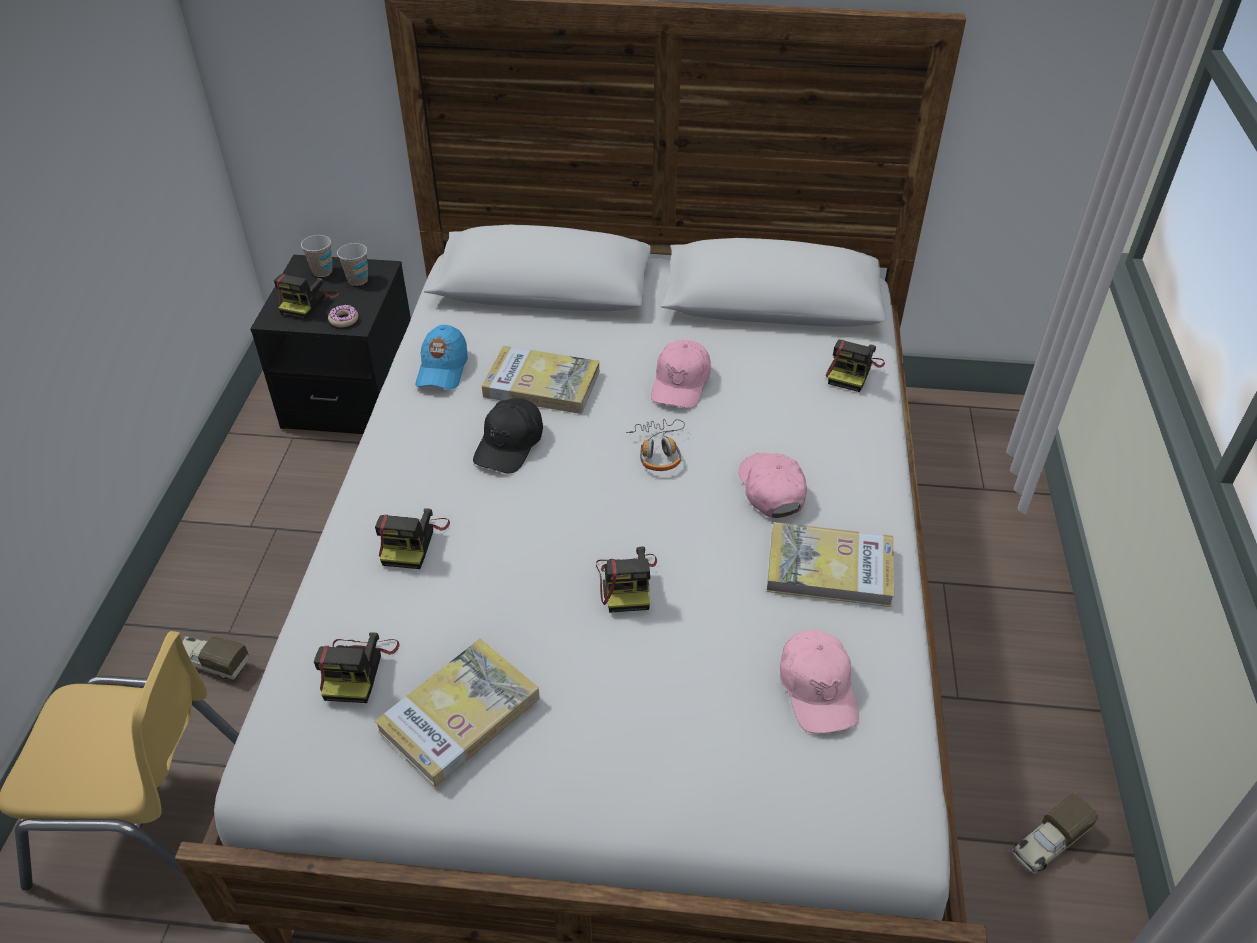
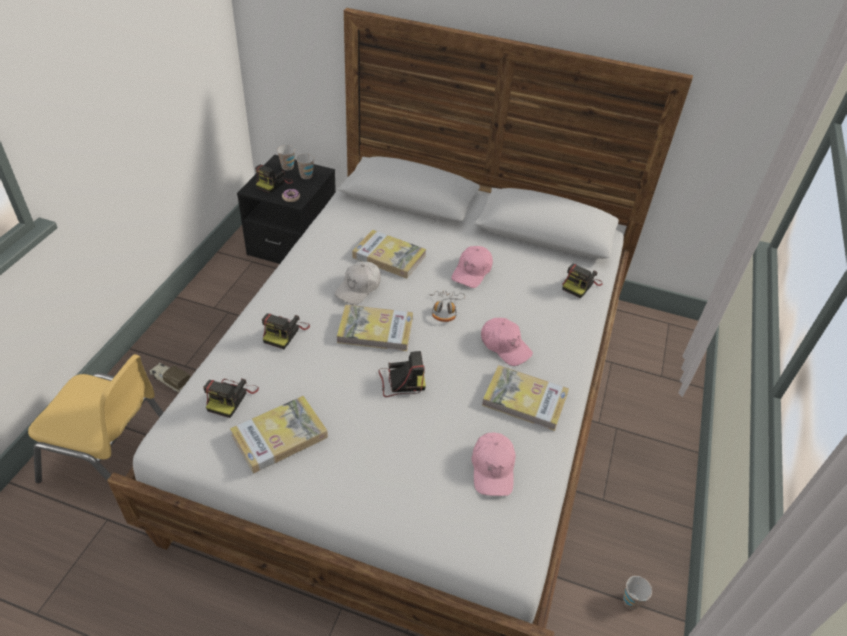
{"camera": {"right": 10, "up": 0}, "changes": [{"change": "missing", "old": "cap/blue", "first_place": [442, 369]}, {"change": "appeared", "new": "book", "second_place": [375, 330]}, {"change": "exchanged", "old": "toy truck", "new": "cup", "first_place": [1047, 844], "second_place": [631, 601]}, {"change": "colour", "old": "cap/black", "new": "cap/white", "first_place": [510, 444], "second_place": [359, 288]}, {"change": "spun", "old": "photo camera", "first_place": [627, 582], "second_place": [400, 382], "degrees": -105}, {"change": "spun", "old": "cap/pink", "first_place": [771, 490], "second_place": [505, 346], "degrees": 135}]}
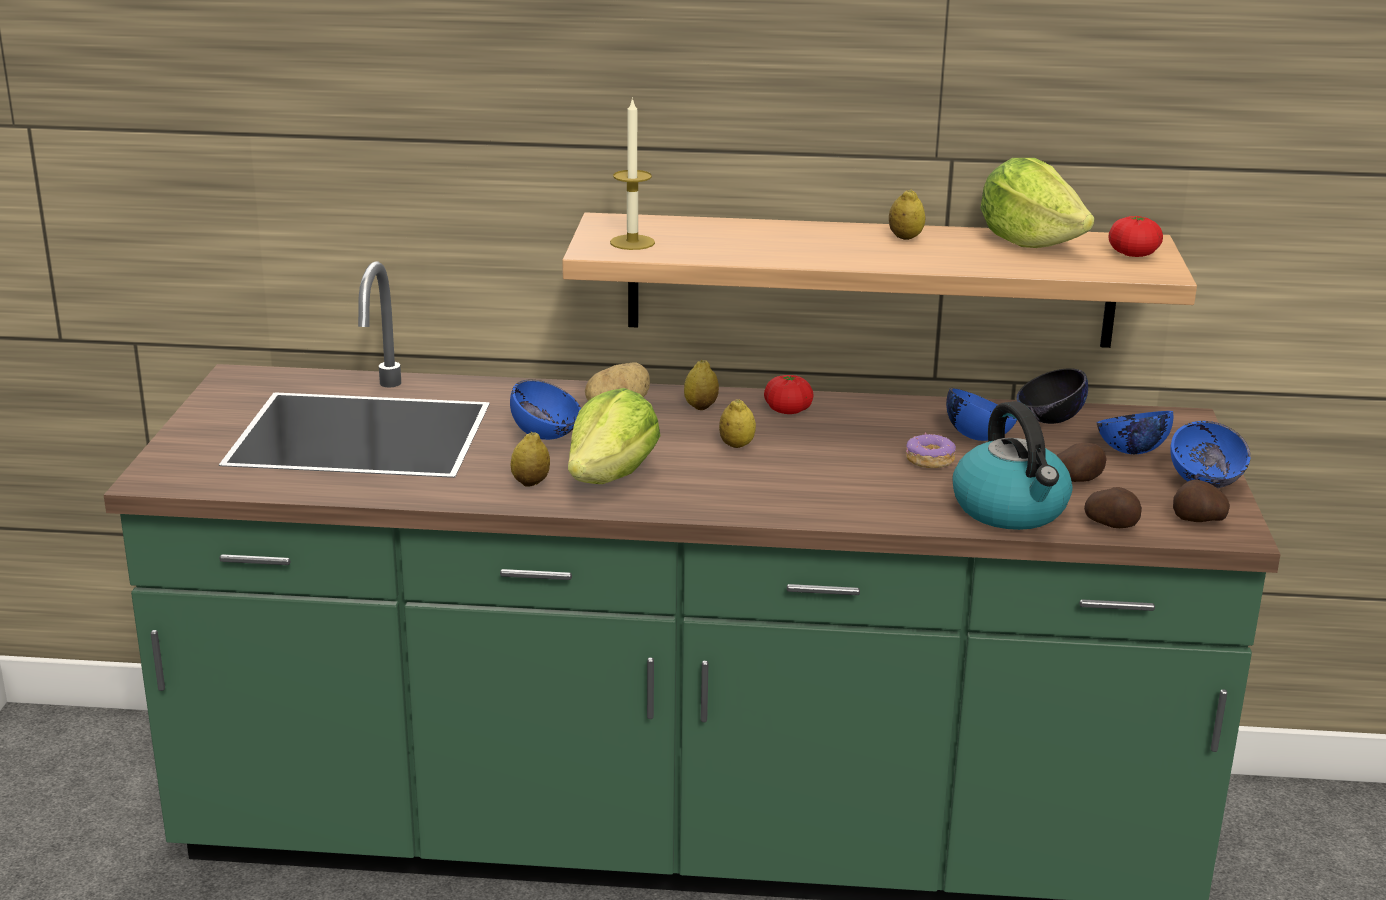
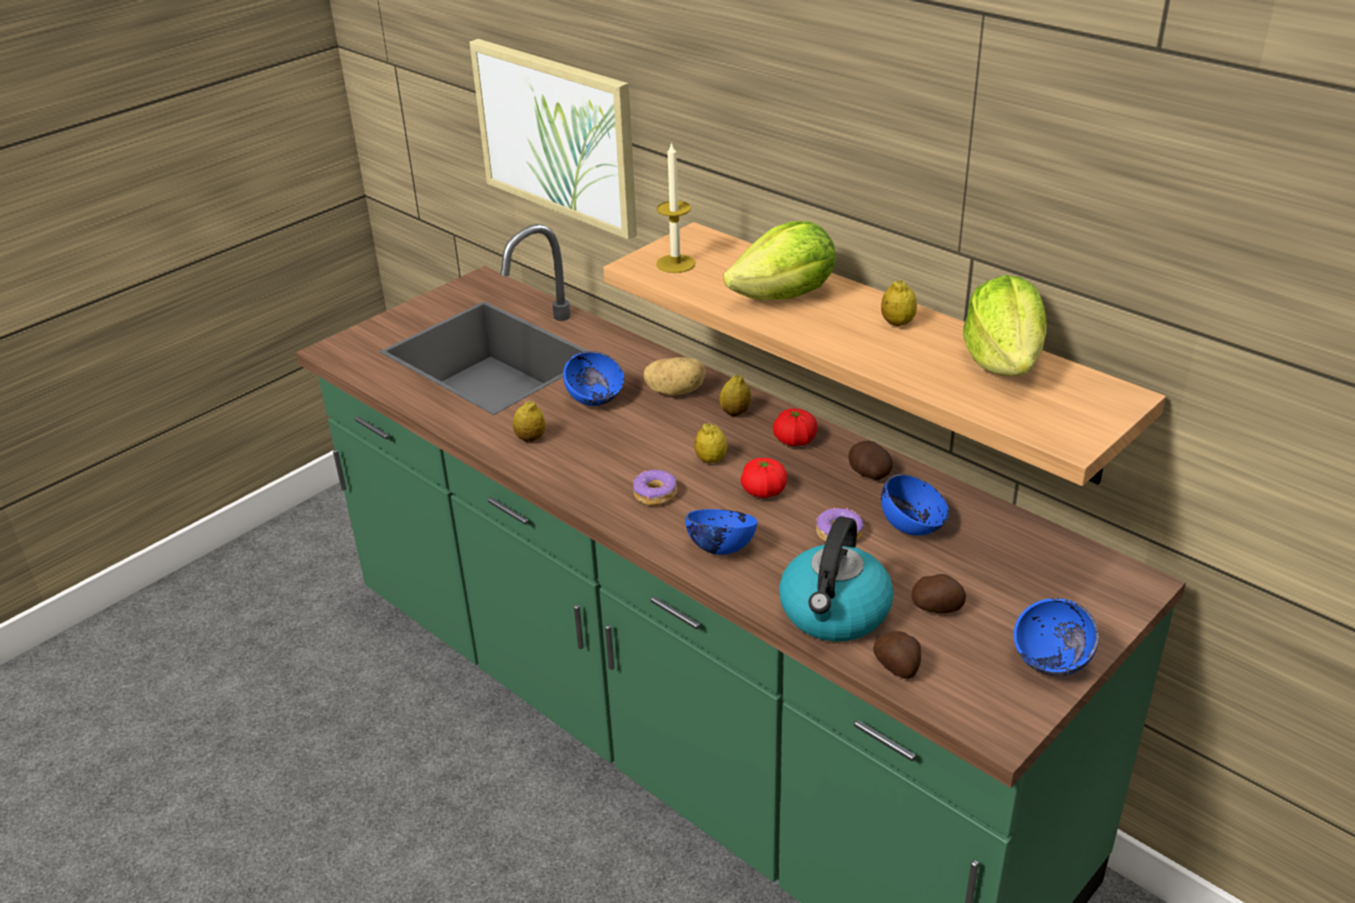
{"camera": {"right": 40, "up": 10}, "changes": [{"change": "missing", "old": "bowl/black", "first_place": [1049, 420]}, {"change": "appeared", "new": "picture", "second_place": [557, 135]}, {"change": "appeared", "new": "donut", "second_place": [655, 494]}, {"change": "relocated", "old": "lettuce", "first_place": [612, 476], "second_place": [785, 297]}, {"change": "relocated", "old": "bowl/blue", "first_place": [1131, 451], "second_place": [721, 547]}, {"change": "relocated", "old": "tomato", "first_place": [1133, 254], "second_place": [763, 491]}, {"change": "relocated", "old": "potato", "first_place": [1198, 520], "second_place": [868, 474]}]}
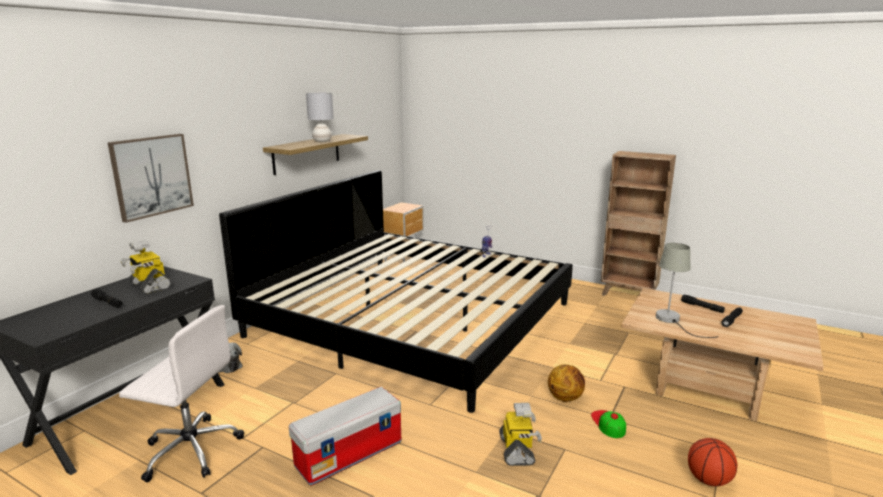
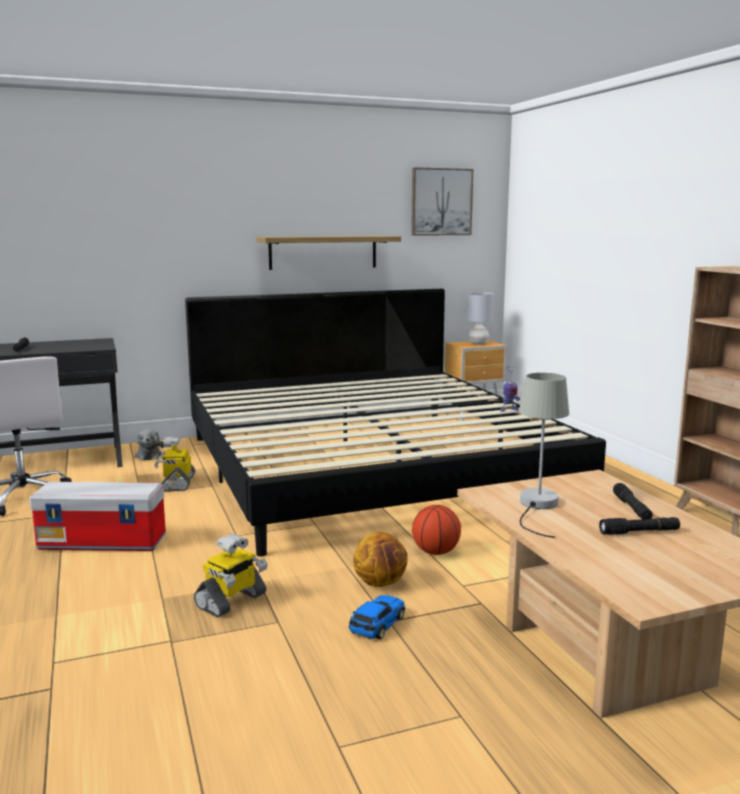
{"camera": {"right": 40, "up": -5}, "changes": [{"change": "relocated", "old": "picture", "first_place": [152, 176], "second_place": [441, 202]}, {"change": "relocated", "old": "toy robot", "first_place": [149, 286], "second_place": [177, 483]}, {"change": "relocated", "old": "table lamp/grey", "first_place": [322, 141], "second_place": [478, 343]}, {"change": "relocated", "old": "basketball", "first_place": [708, 480], "second_place": [436, 552]}, {"change": "exchanged", "old": "cap", "new": "toy car", "first_place": [608, 423], "second_place": [376, 624]}]}
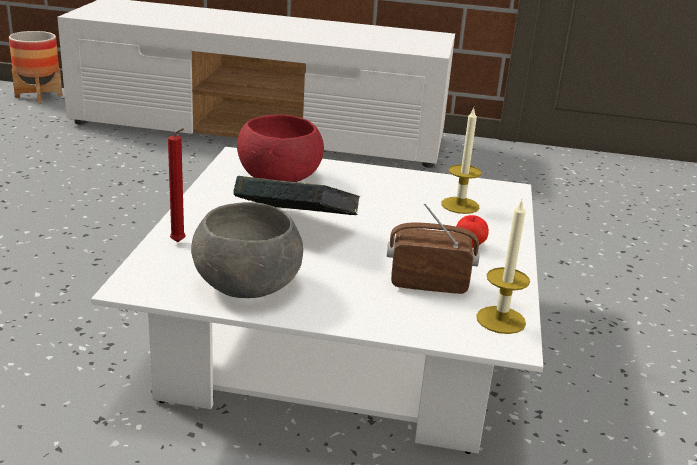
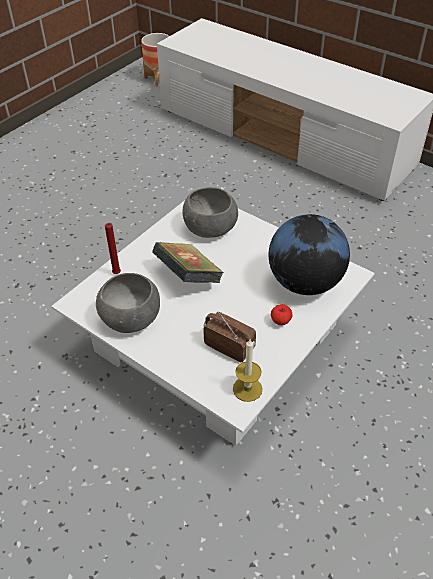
{"camera": {"right": 30, "up": 20}, "changes": [{"change": "exchanged", "old": "candle", "new": "globe", "first_place": [460, 205], "second_place": [305, 282]}, {"change": "colour", "old": "bowl/red", "new": "bowl/grey", "first_place": [279, 177], "second_place": [210, 228]}]}
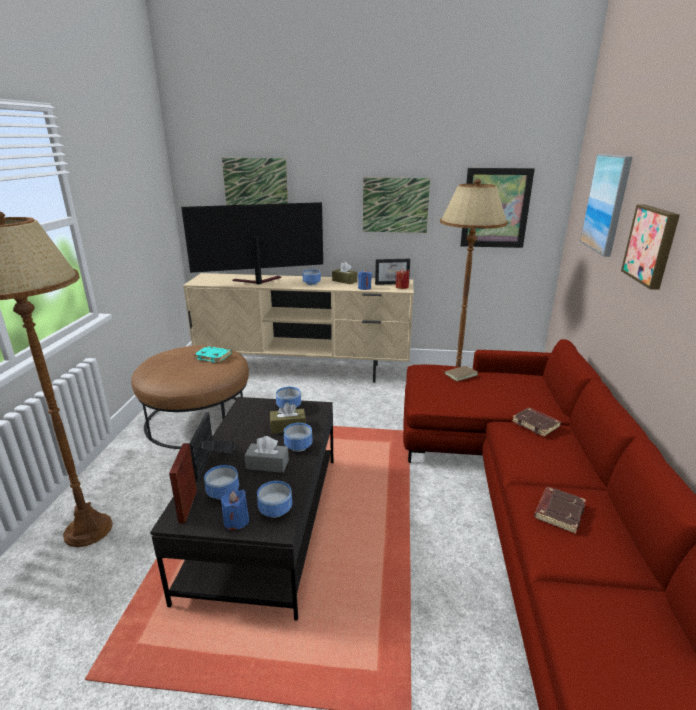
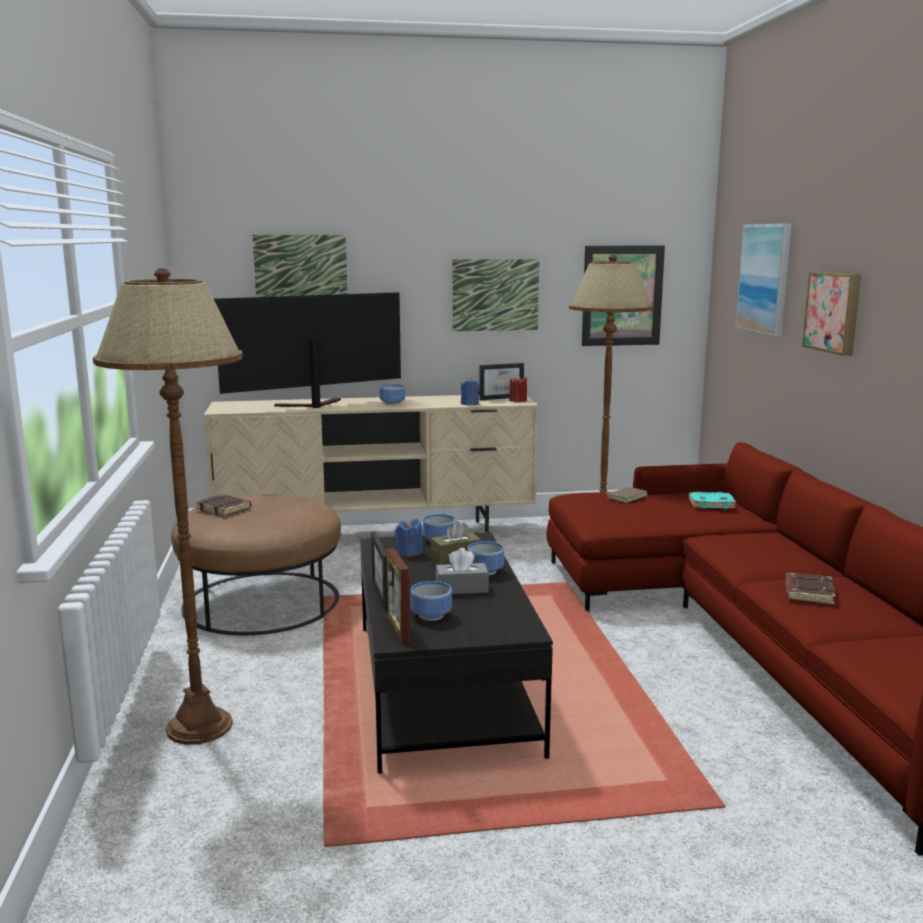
{"camera": {"right": -15, "up": -10}, "changes": [{"change": "missing", "old": "bowl", "first_place": [277, 511]}, {"change": "missing", "old": "tissue box/brown", "first_place": [344, 281]}, {"change": "relocated", "old": "book/turquoise", "first_place": [213, 356], "second_place": [711, 504]}, {"change": "relocated", "old": "candle/blue", "first_place": [236, 521], "second_place": [409, 553]}, {"change": "relocated", "old": "book/brown", "first_place": [536, 424], "second_place": [224, 509]}]}
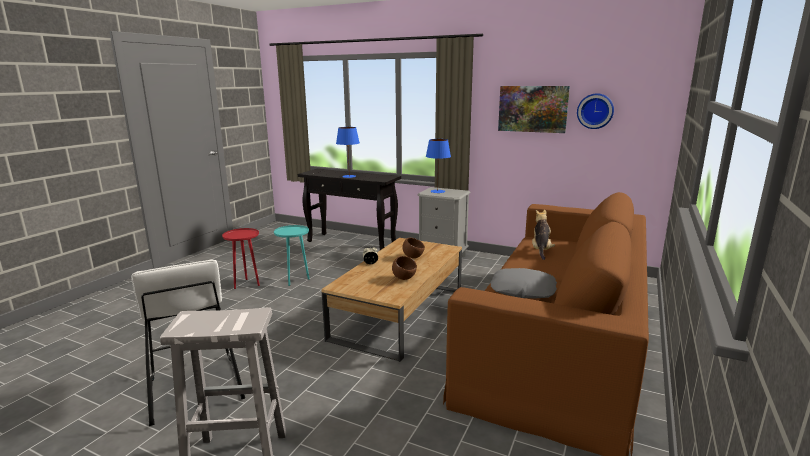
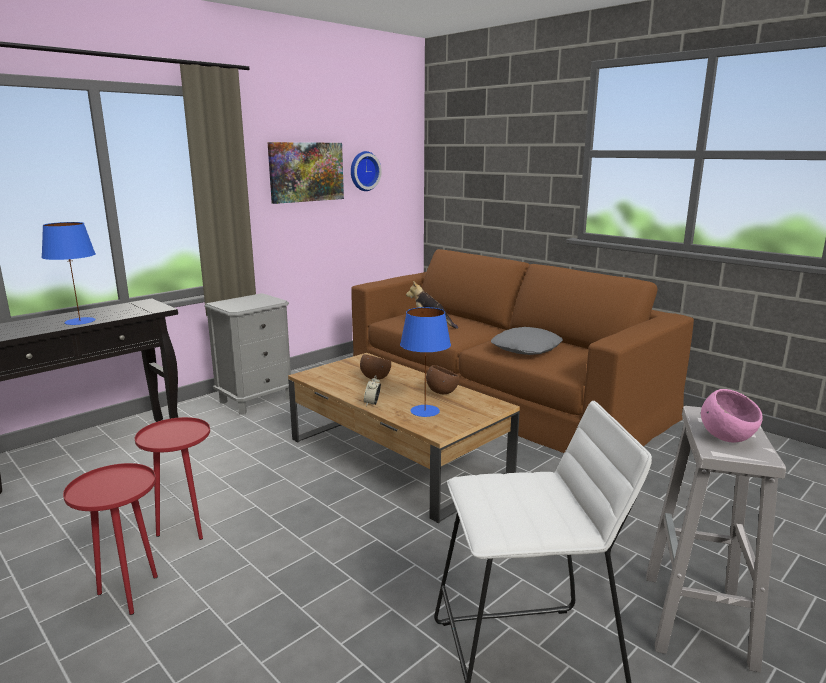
{"camera": {"right": -70, "up": 0}, "changes": [{"change": "appeared", "new": "bowl/pink", "second_place": [726, 438]}, {"change": "relocated", "old": "table lamp/blue", "first_place": [437, 191], "second_place": [425, 411]}, {"change": "colour", "old": "side table/turquoise", "new": "side table/red", "first_place": [295, 280], "second_place": [185, 529]}]}
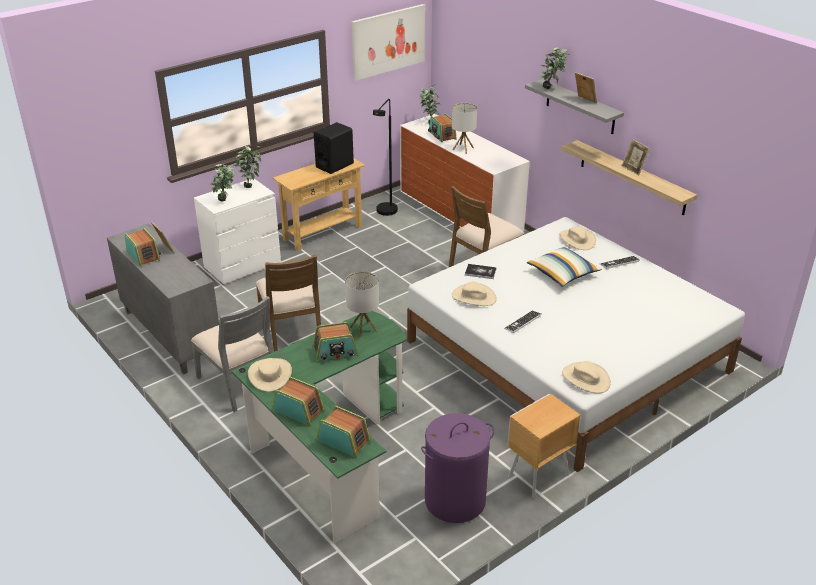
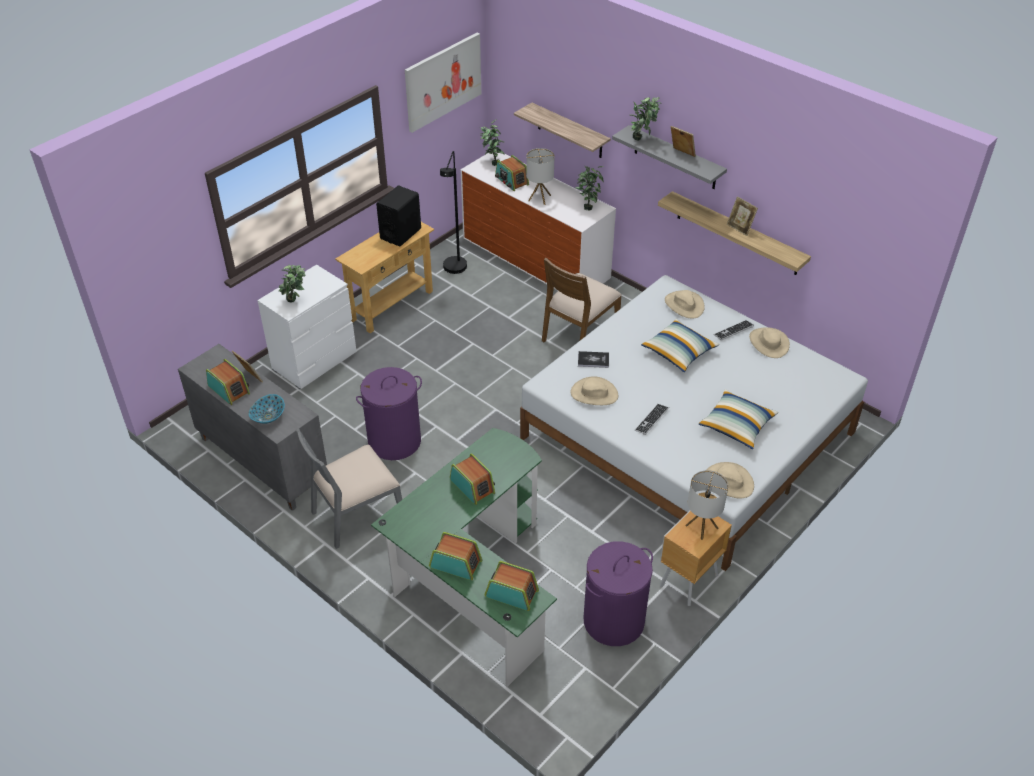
{"camera": {"right": -10, "up": 10}, "changes": [{"change": "appeared", "new": "bowl", "second_place": [268, 417]}, {"change": "appeared", "new": "shelf", "second_place": [570, 131]}, {"change": "appeared", "new": "pillow", "second_place": [737, 426]}, {"change": "relocated", "old": "potted plant", "first_place": [250, 185], "second_place": [588, 206]}, {"change": "relocated", "old": "hat/beige", "first_place": [270, 375], "second_place": [768, 343]}, {"change": "relocated", "old": "table lamp", "first_place": [363, 329], "second_place": [701, 527]}, {"change": "exchanged", "old": "chair/brown", "new": "laundry basket/purple", "first_place": [292, 332], "second_place": [394, 441]}, {"change": "spun", "old": "chair/grey", "first_place": [239, 383], "second_place": [356, 514], "degrees": 105}, {"change": "spun", "old": "radio", "first_place": [335, 352], "second_place": [472, 486], "degrees": -105}]}
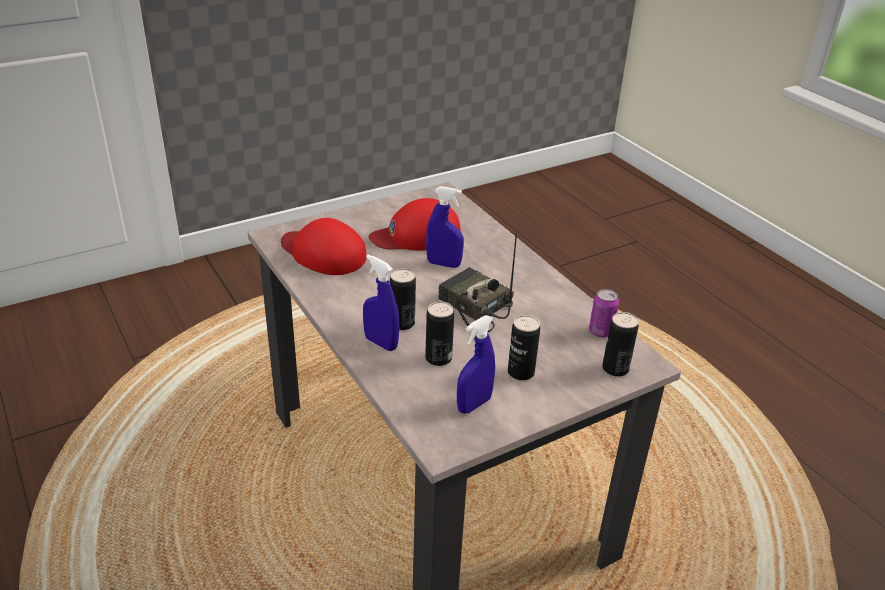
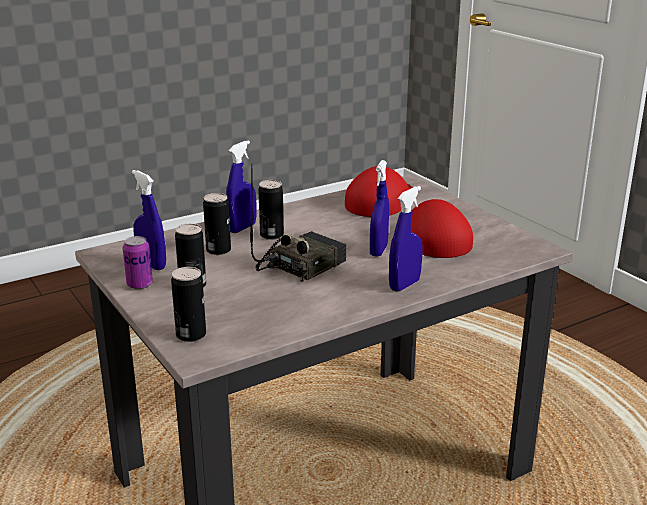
{"camera": {"right": 90, "up": -10}, "changes": [{"change": "appeared", "new": "spray bottle/blue", "second_place": [404, 285]}, {"change": "relocated", "old": "can", "first_place": [600, 332], "second_place": [139, 284]}]}
